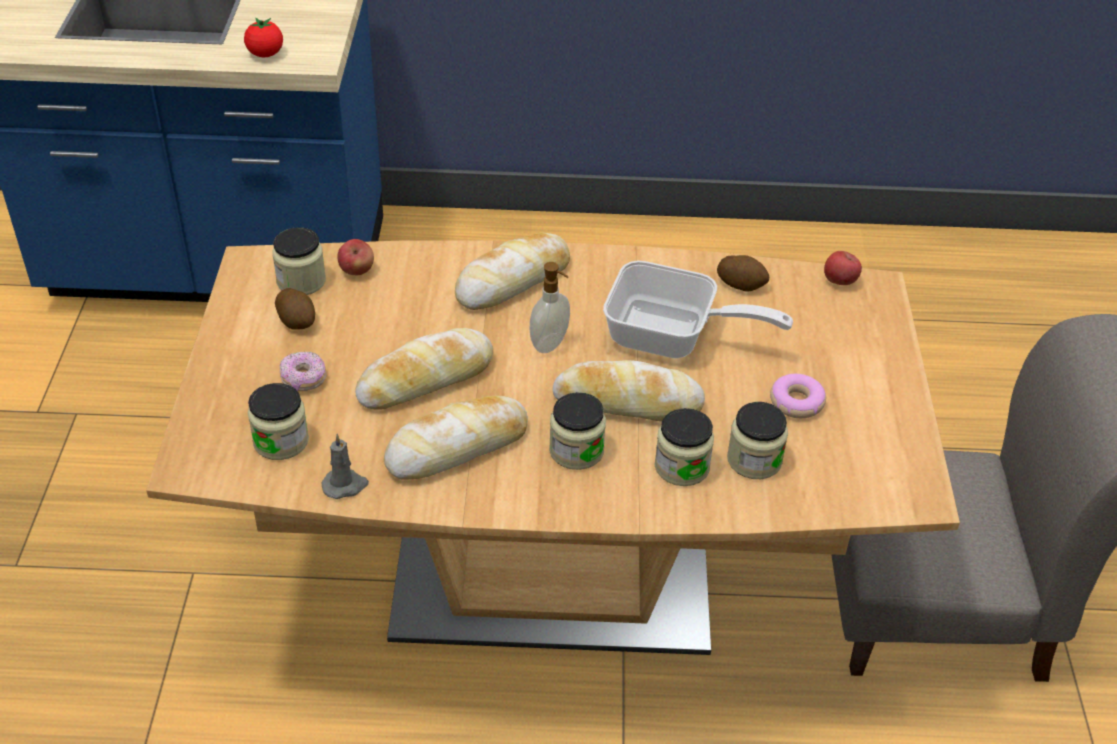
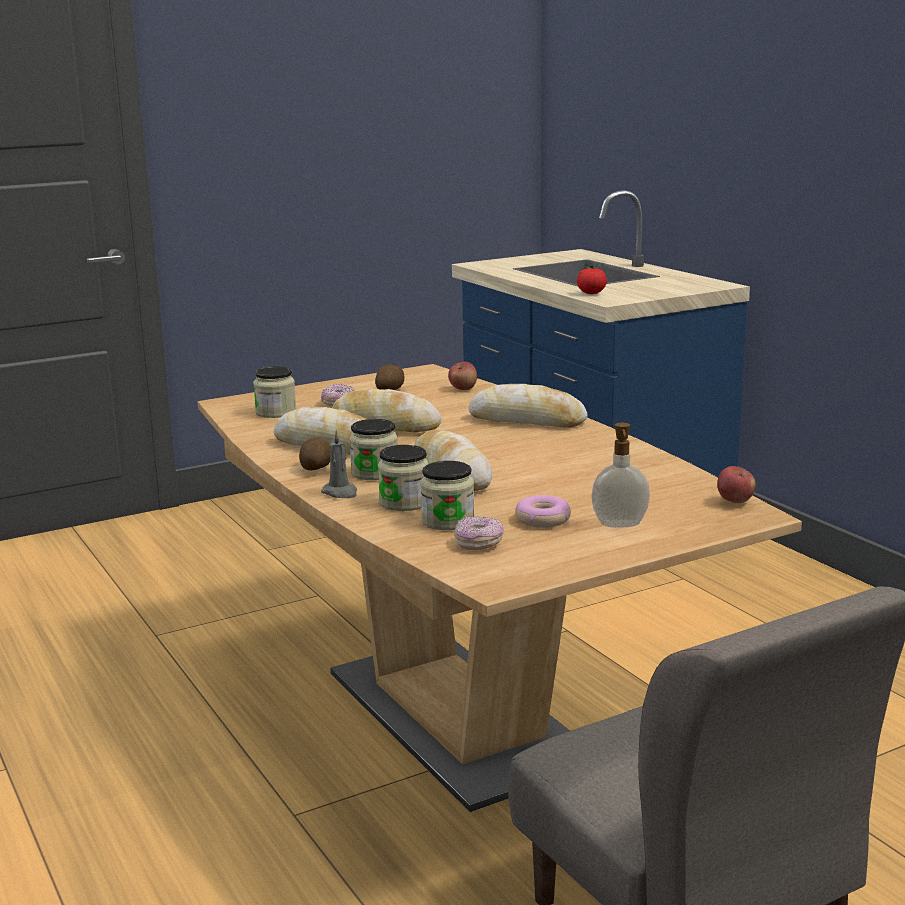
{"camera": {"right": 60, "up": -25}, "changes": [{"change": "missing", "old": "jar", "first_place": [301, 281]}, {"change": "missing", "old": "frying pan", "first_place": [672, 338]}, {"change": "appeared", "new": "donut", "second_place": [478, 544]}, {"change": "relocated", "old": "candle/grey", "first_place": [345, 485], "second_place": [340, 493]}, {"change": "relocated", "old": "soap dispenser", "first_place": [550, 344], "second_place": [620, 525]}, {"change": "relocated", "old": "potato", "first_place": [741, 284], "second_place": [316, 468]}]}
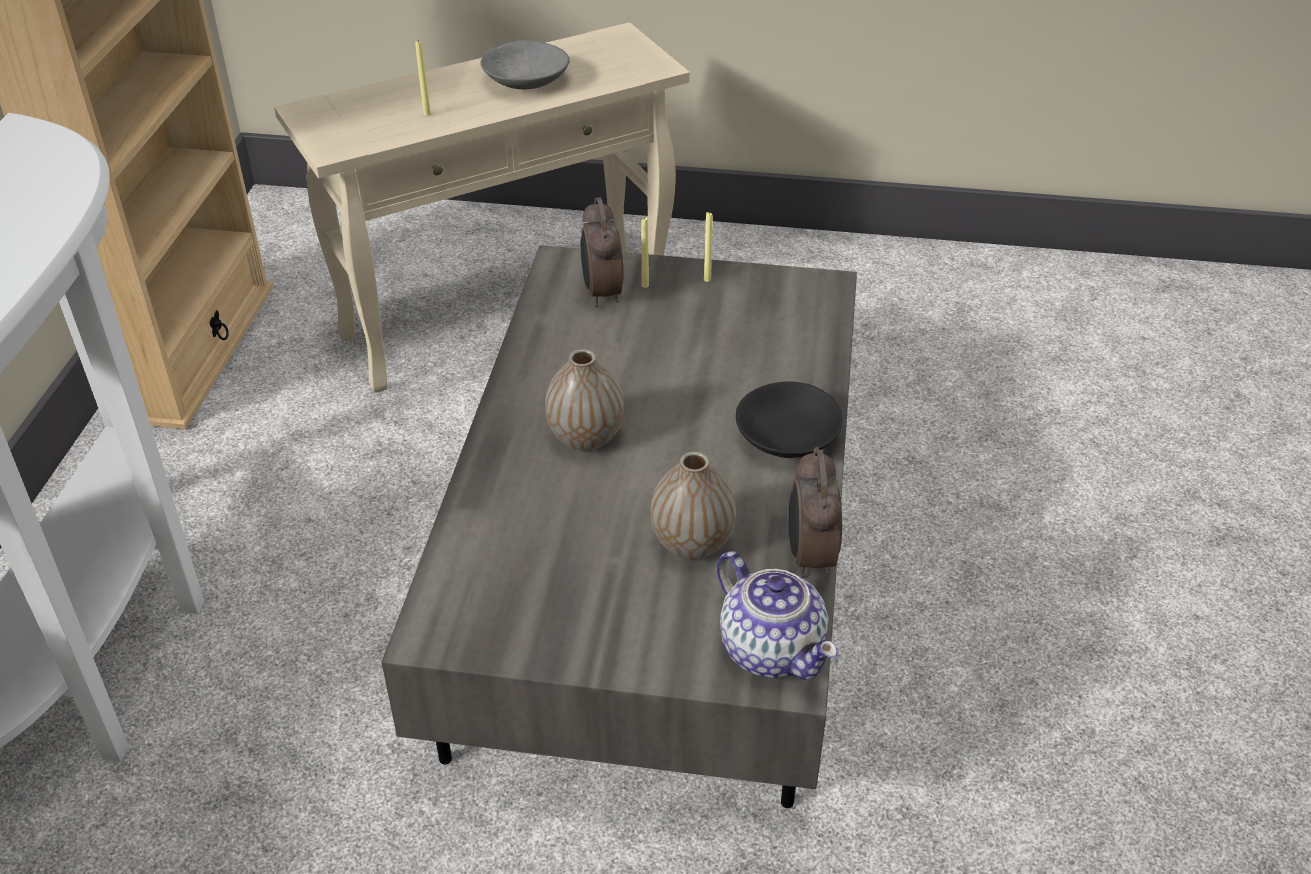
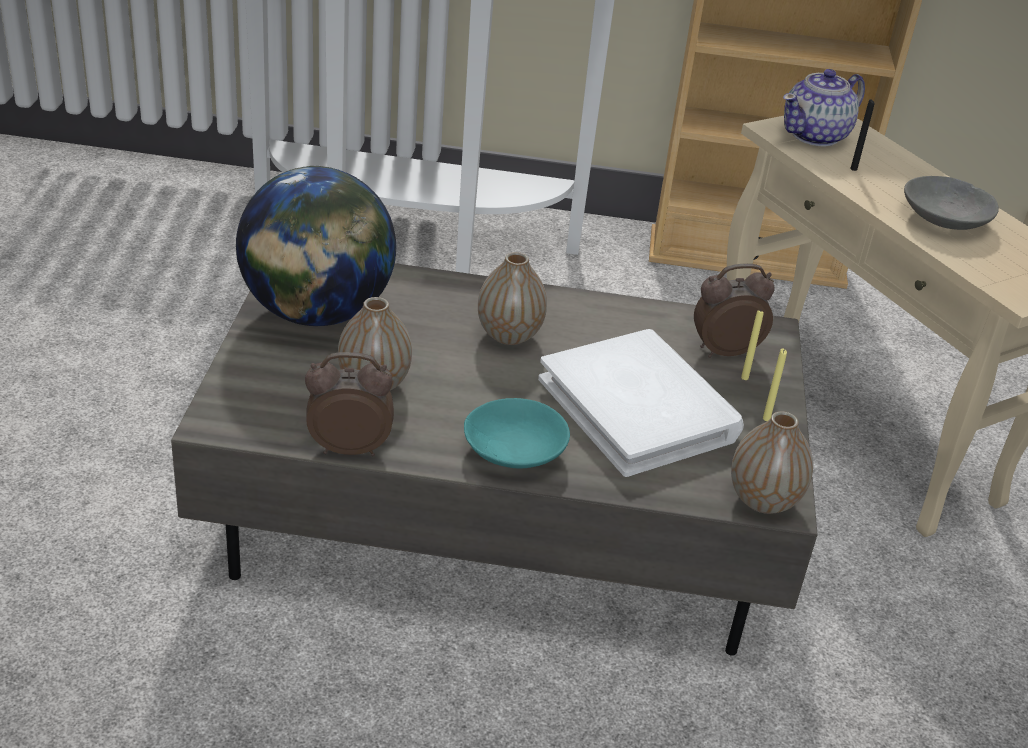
{"camera": {"right": 85, "up": -5}, "changes": [{"change": "appeared", "new": "globe", "second_place": [316, 313]}, {"change": "appeared", "new": "book/white", "second_place": [638, 408]}, {"change": "appeared", "new": "vase", "second_place": [763, 500]}, {"change": "relocated", "old": "teapot", "first_place": [771, 648], "second_place": [816, 135]}, {"change": "colour", "old": "candle/yellow", "new": "candle/black", "first_place": [427, 114], "second_place": [853, 169]}, {"change": "colour", "old": "bowl/black", "new": "bowl/turquoise", "first_place": [787, 438], "second_place": [513, 450]}]}
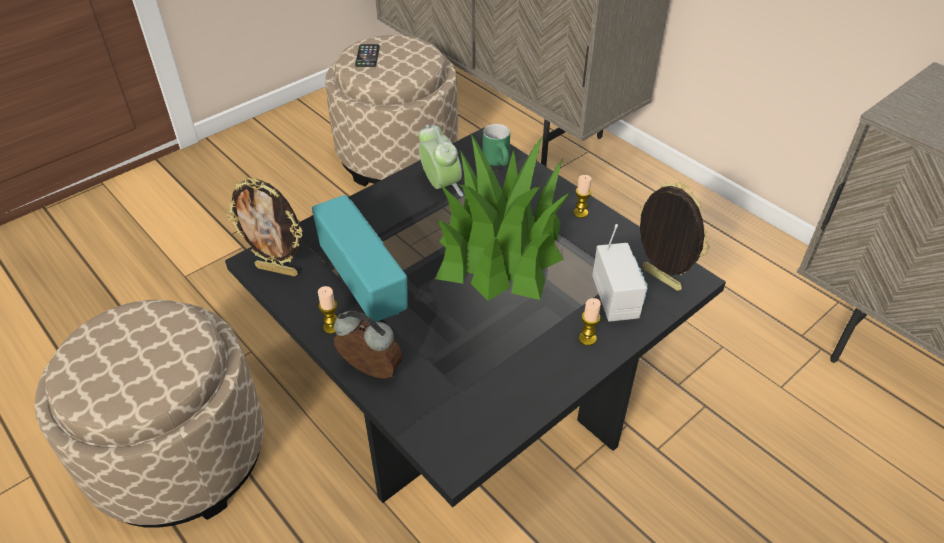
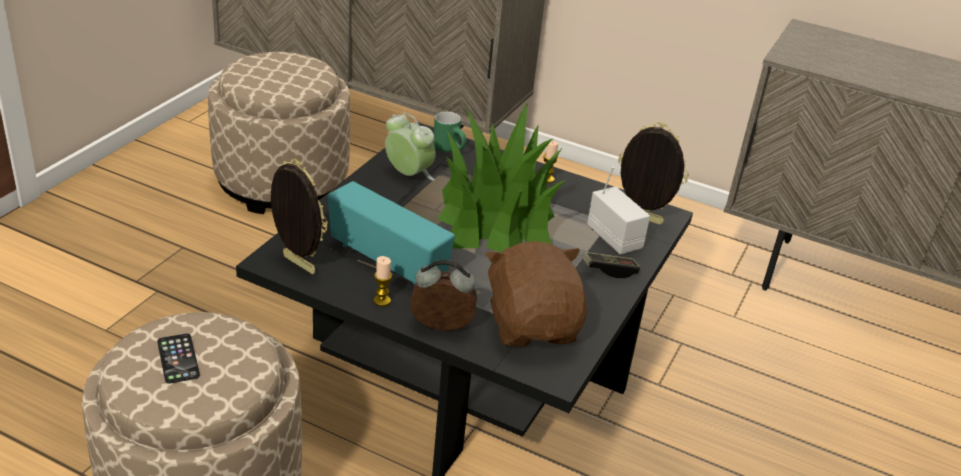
{"camera": {"right": -25, "up": -10}, "changes": [{"change": "appeared", "new": "plush toy/brown", "second_place": [533, 325]}, {"change": "relocated", "old": "phone", "first_place": [367, 56], "second_place": [178, 359]}, {"change": "exchanged", "old": "candle", "new": "game controller", "first_place": [587, 338], "second_place": [609, 270]}, {"change": "spun", "old": "picture frame", "first_place": [278, 270], "second_place": [297, 265], "degrees": -135}]}
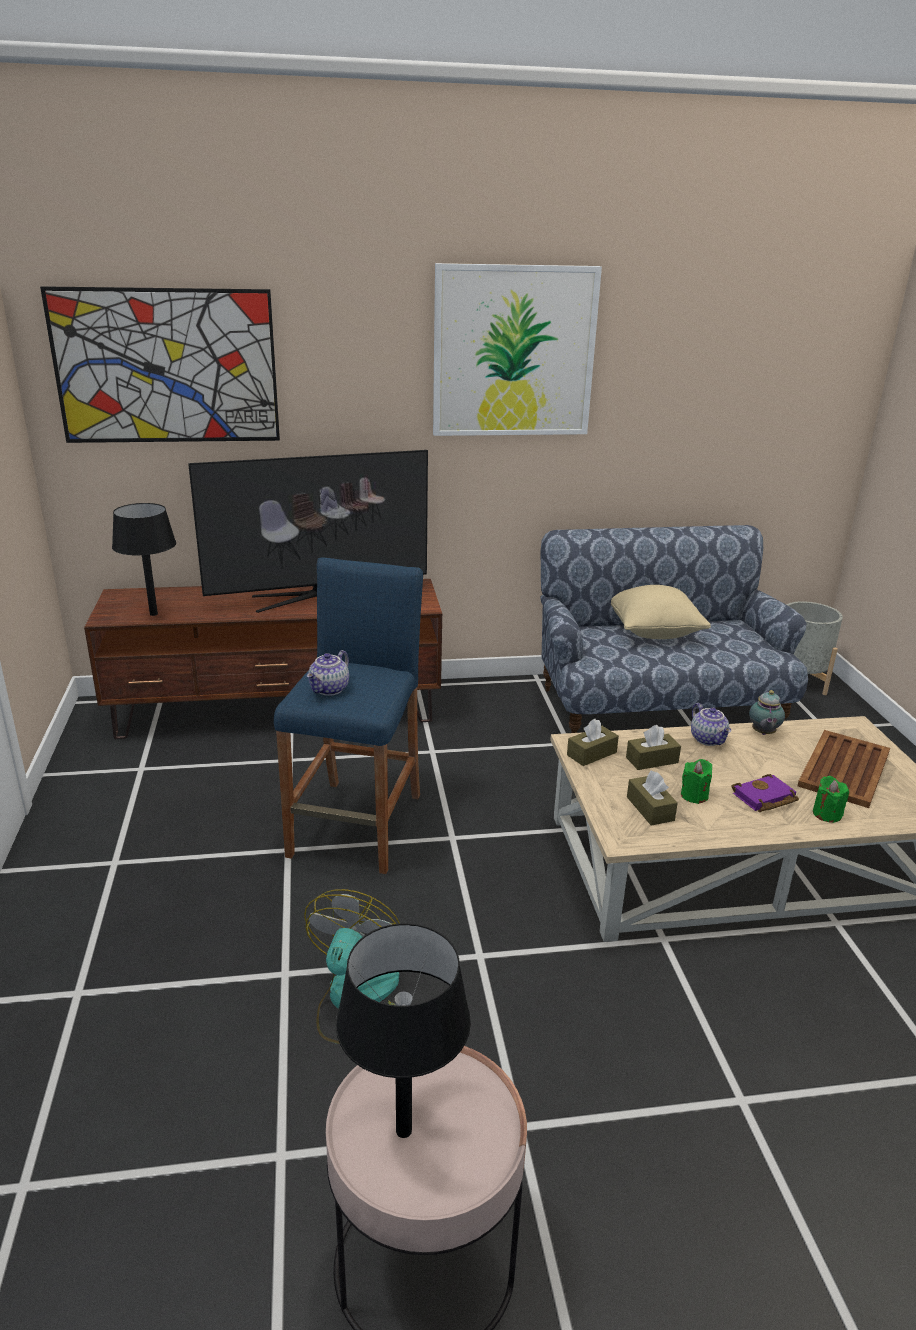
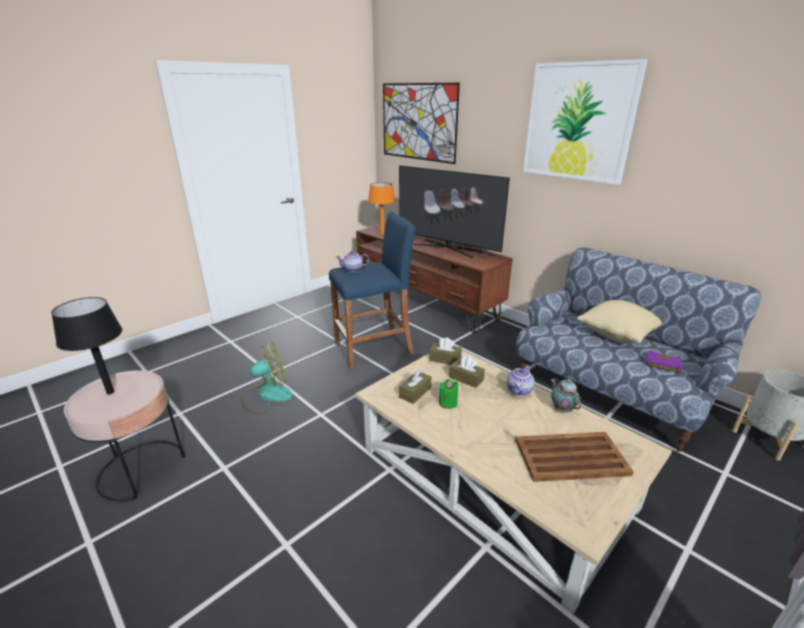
{"camera": {"right": 55, "up": 0}, "changes": [{"change": "missing", "old": "candle/green", "first_place": [827, 814]}, {"change": "relocated", "old": "book/purple", "first_place": [764, 799], "second_place": [662, 364]}, {"change": "colour", "old": "table lamp/black", "new": "table lamp/orange", "first_place": [154, 614], "second_place": [382, 234]}, {"change": "spun", "old": "teapot", "first_place": [762, 733], "second_place": [561, 409], "degrees": 90}]}
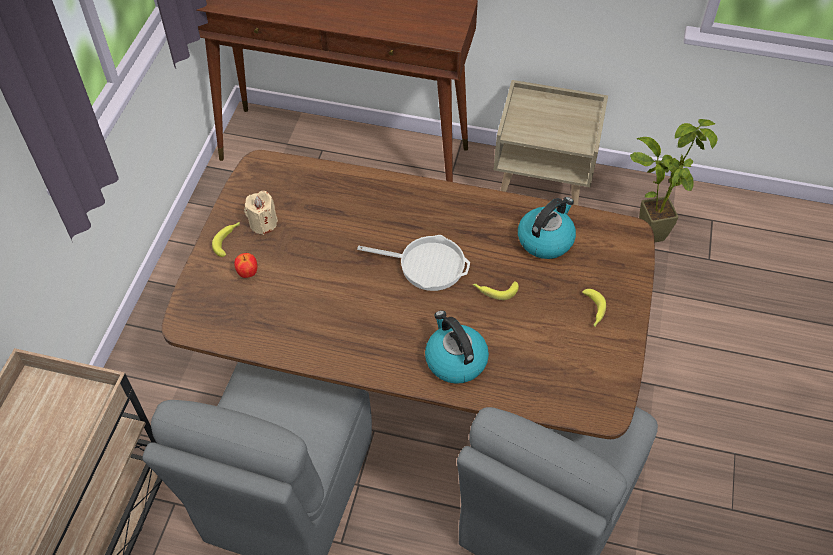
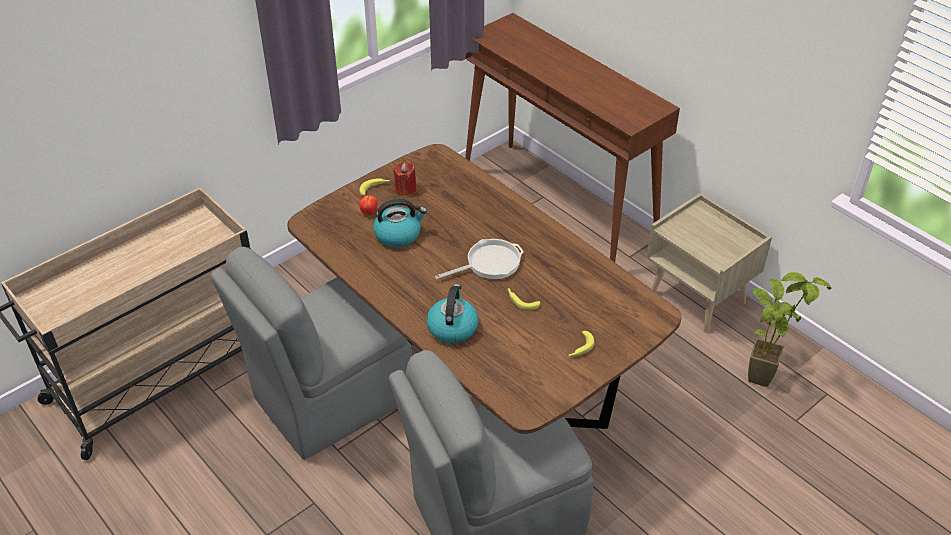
{"camera": {"right": 35, "up": -10}, "changes": [{"change": "relocated", "old": "kettle", "first_place": [545, 239], "second_place": [398, 234]}, {"change": "colour", "old": "candle/beige", "new": "candle/red", "first_place": [263, 223], "second_place": [405, 189]}, {"change": "spun", "old": "frying pan", "first_place": [427, 265], "second_place": [489, 263], "degrees": -75}]}
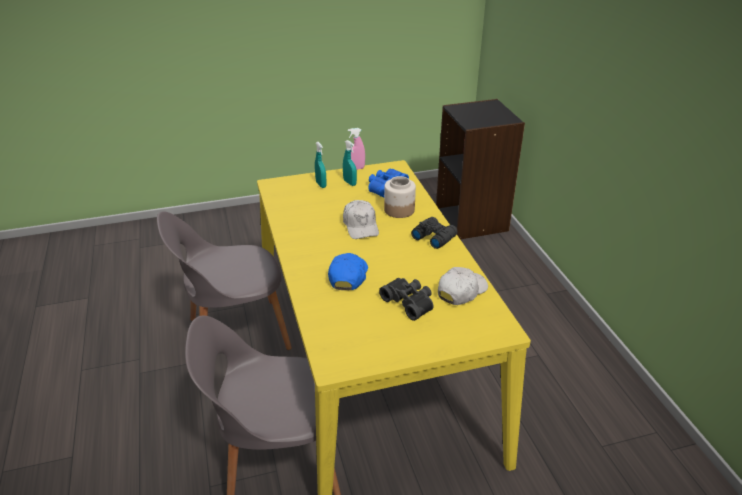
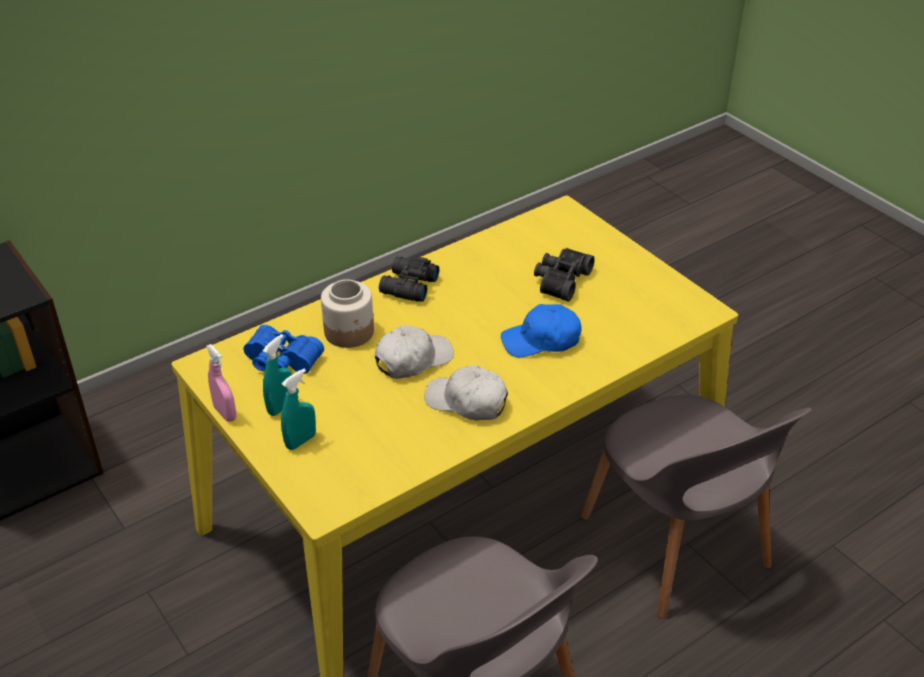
{"camera": {"right": -110, "up": 5}, "changes": [{"change": "relocated", "old": "cap/white", "first_place": [461, 291], "second_place": [467, 402]}]}
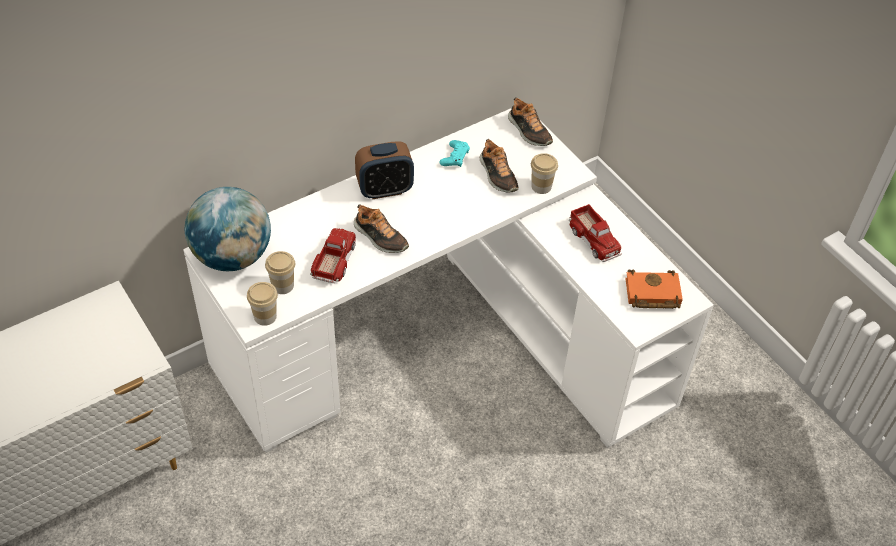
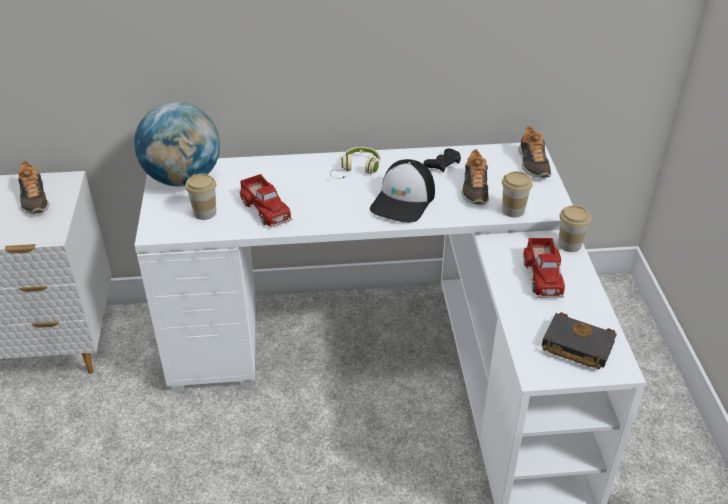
{"camera": {"right": 30, "up": -10}, "changes": [{"change": "appeared", "new": "cap", "second_place": [403, 200]}, {"change": "relocated", "old": "cup", "first_place": [265, 316], "second_place": [569, 244]}, {"change": "relocated", "old": "shoe", "first_place": [380, 237], "second_place": [34, 199]}, {"change": "exchanged", "old": "alarm clock", "new": "headphones/beige", "first_place": [385, 189], "second_place": [357, 169]}, {"change": "colour", "old": "game controller/turquoise", "new": "game controller/black", "first_place": [455, 157], "second_place": [443, 164]}, {"change": "colour", "old": "book/orange", "new": "book/black", "first_place": [651, 294], "second_place": [575, 346]}, {"change": "spun", "old": "toy truck", "first_place": [334, 260], "second_place": [266, 208], "degrees": 105}]}
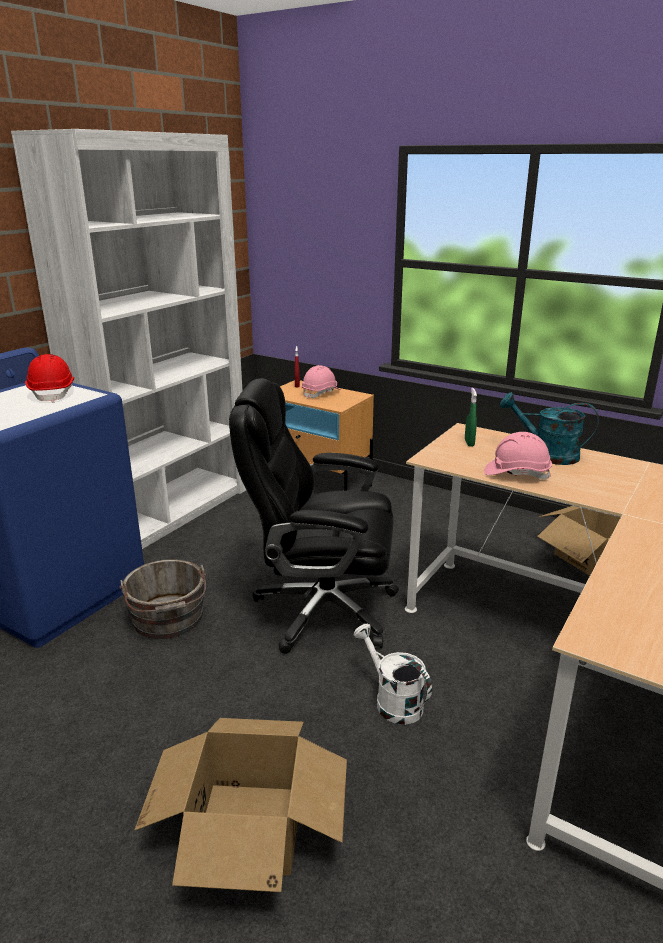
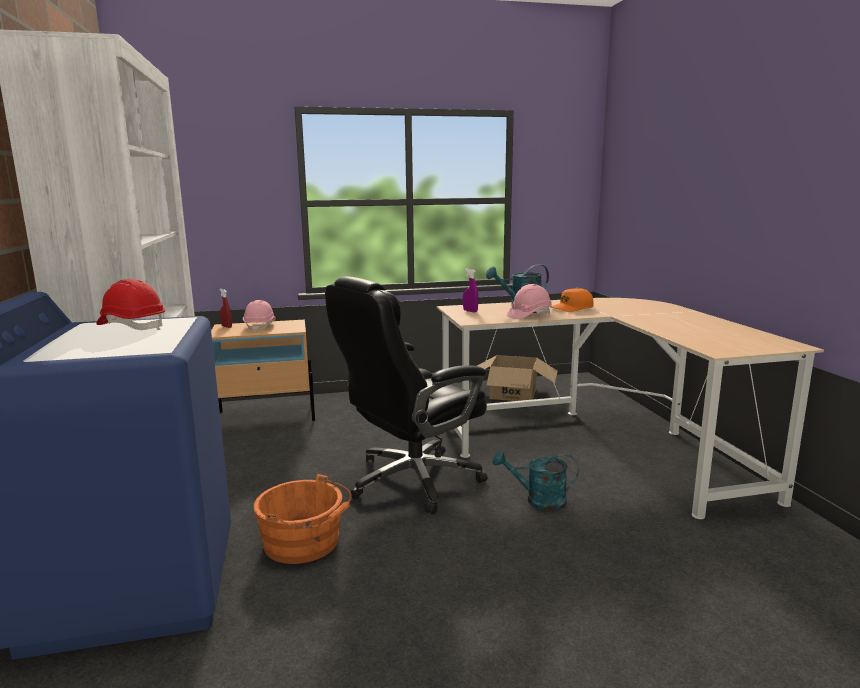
{"camera": {"right": -45, "up": -10}, "changes": [{"change": "missing", "old": "cardboard box", "first_place": [248, 828]}, {"change": "appeared", "new": "cap/orange", "second_place": [572, 308]}, {"change": "colour", "old": "bucket/grey", "new": "bucket/orange", "first_place": [168, 620], "second_place": [305, 543]}, {"change": "colour", "old": "watering can/white", "new": "watering can/turquoise", "first_place": [392, 700], "second_place": [538, 501]}, {"change": "colour", "old": "spray bottle/green", "new": "spray bottle/purple", "first_place": [469, 443], "second_place": [470, 311]}]}
